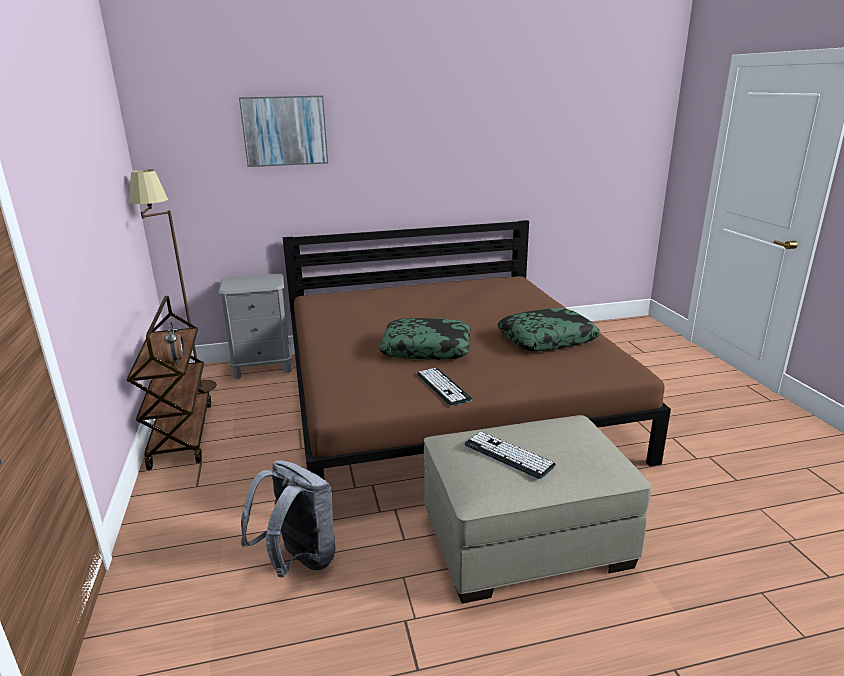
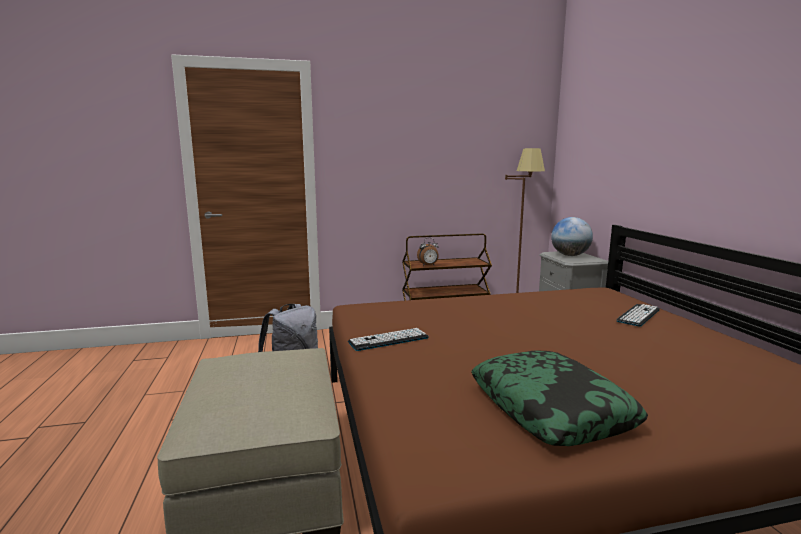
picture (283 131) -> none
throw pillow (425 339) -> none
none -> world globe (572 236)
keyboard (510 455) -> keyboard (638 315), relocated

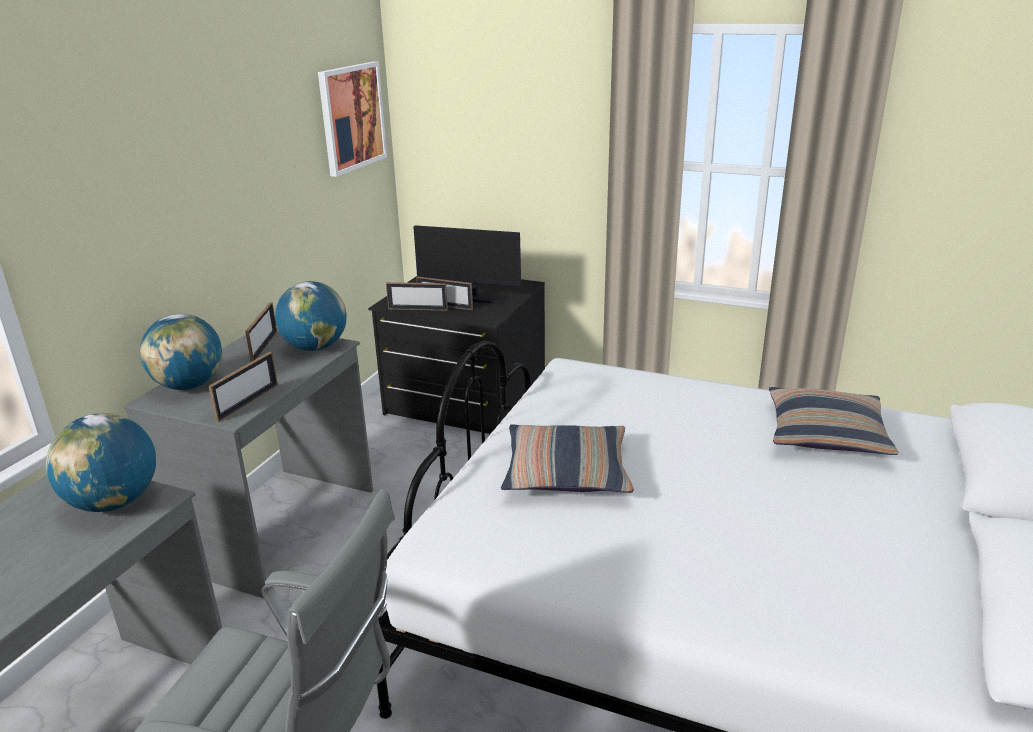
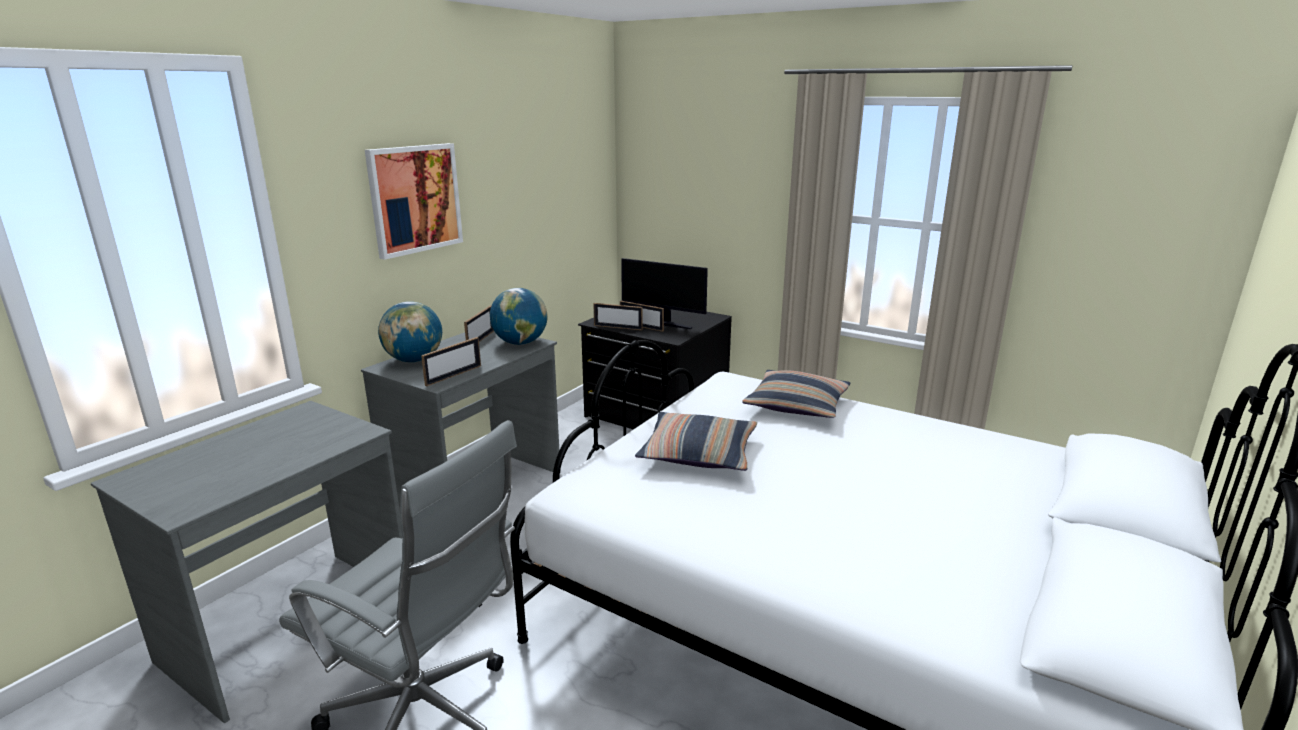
world globe (101 462) -> none
picture (352 119) -> picture (414 201), relocated
throw pillow (834 421) -> throw pillow (796 394), relocated

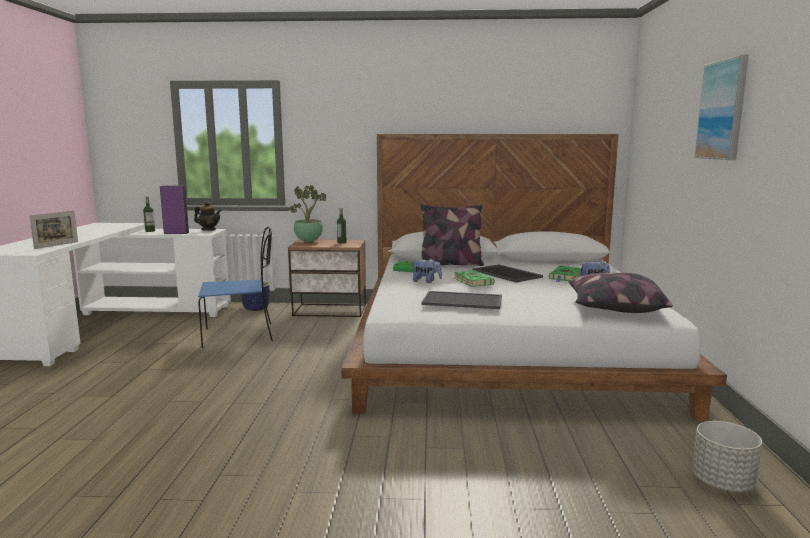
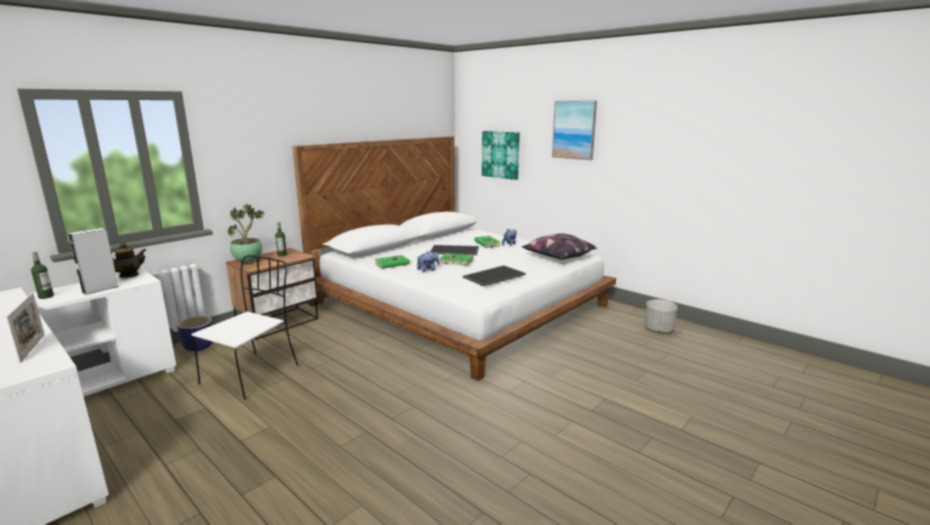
throw pillow (452 235) -> none
none -> picture (501 155)
purple-coloured speaker (175 210) -> grey speaker (93 261)
blue-coloured plain chair (235 287) -> white plain chair (245 327)

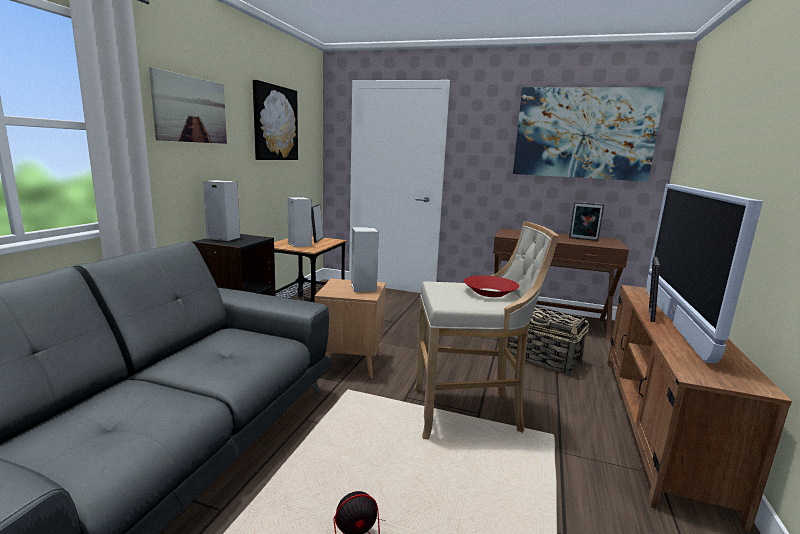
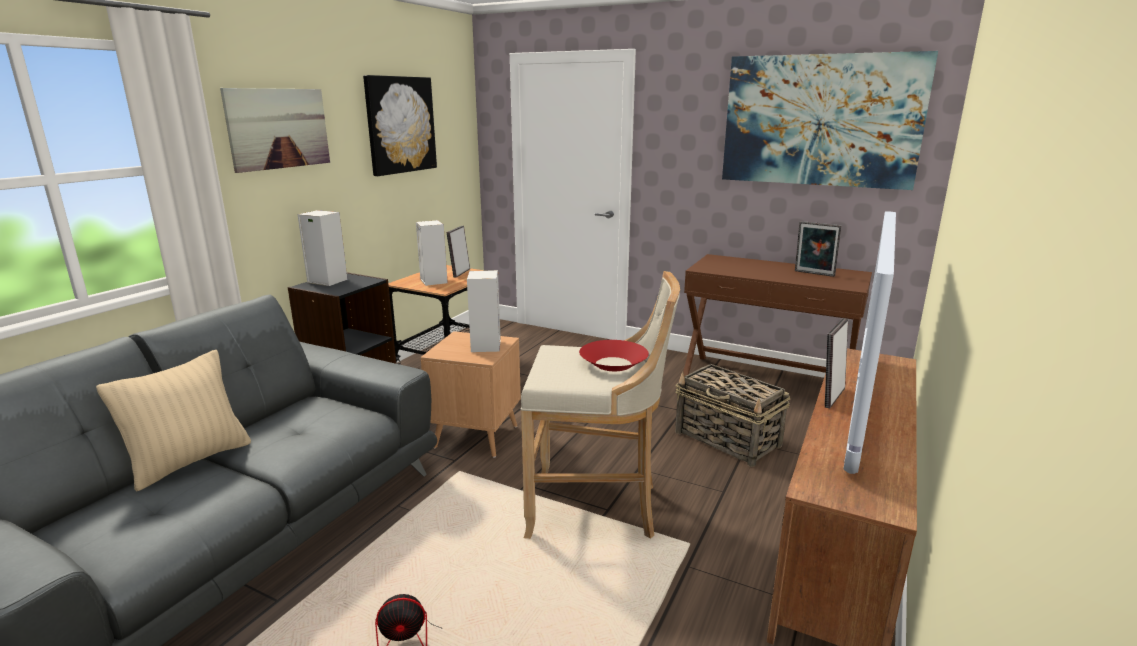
none -> beige-coloured throw pillow (173 421)

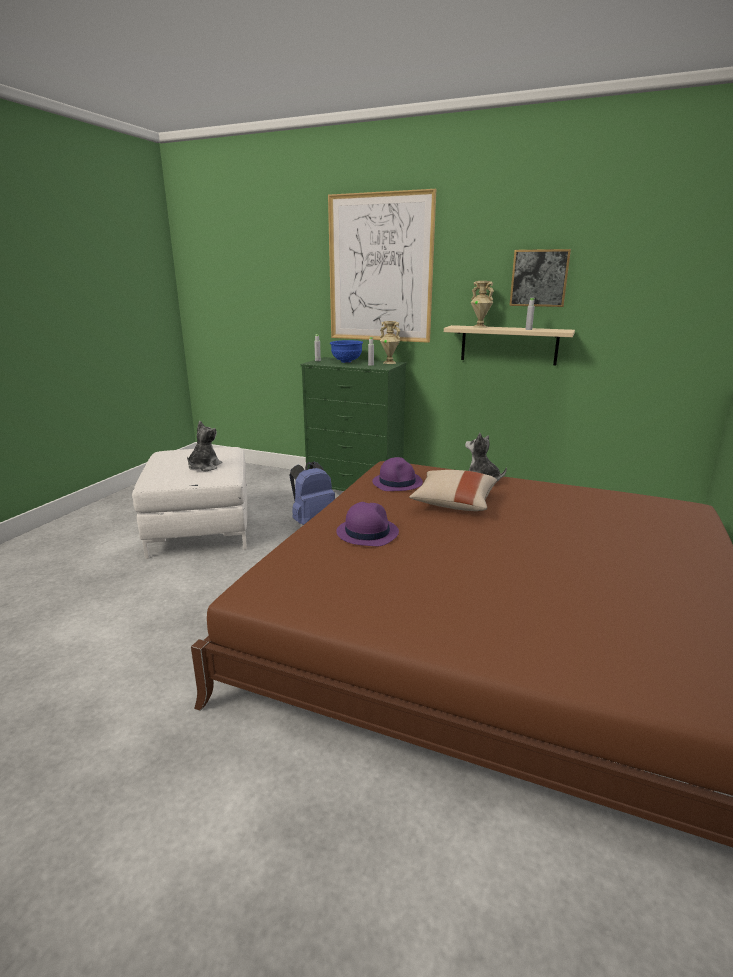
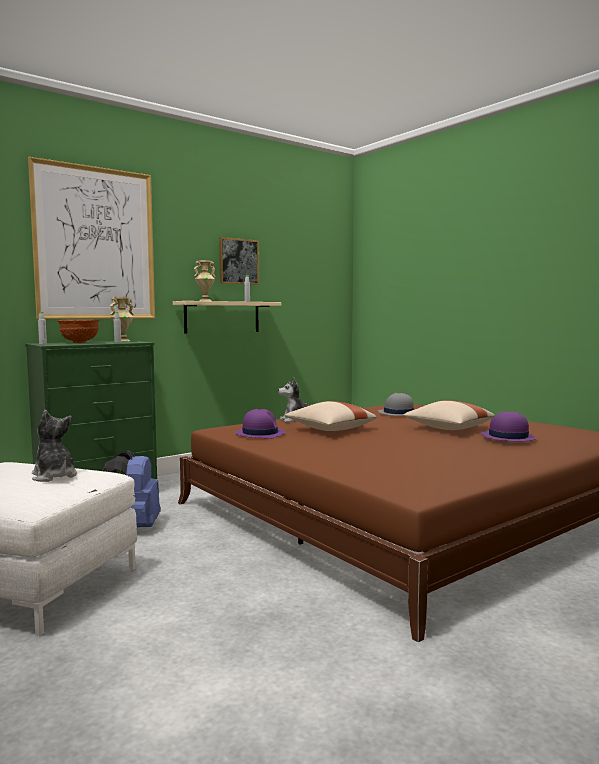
none -> grey clothing hat (396 404)
none -> beige-coloured throw pillow (449 415)
purple-coloured clothing hat (367 524) -> purple-coloured clothing hat (509 426), relocated
blue-coloured bowl (346 351) -> brownish bowl (78 331)

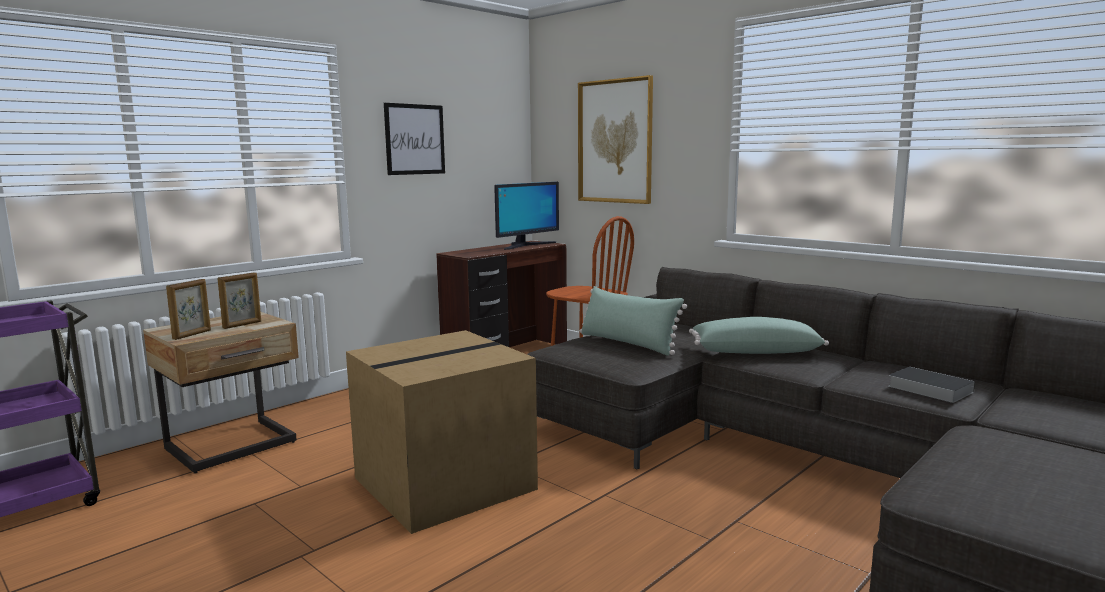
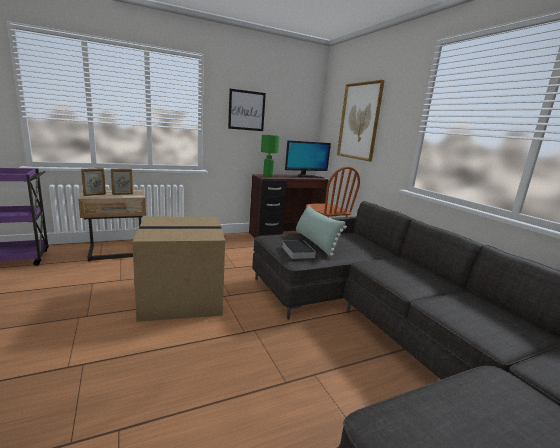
green throw pillow (759 335) -> none
none -> green table lamp (270 156)
bound book (931 385) -> bound book (299 249), relocated

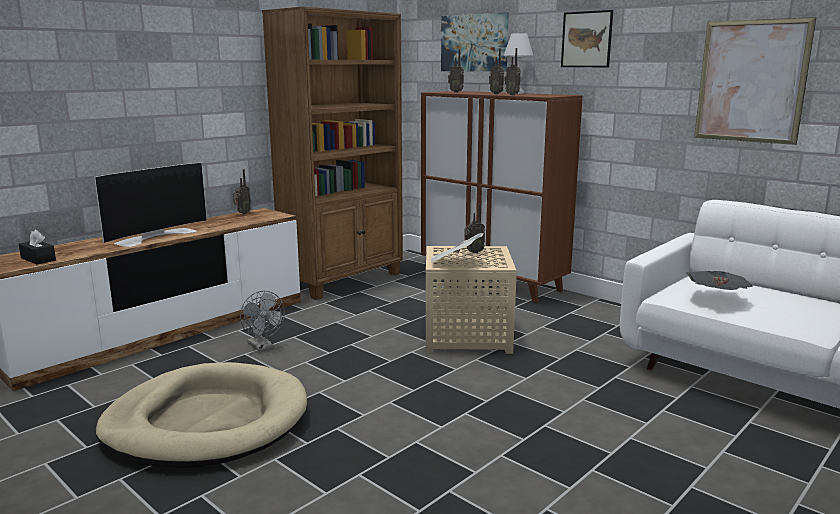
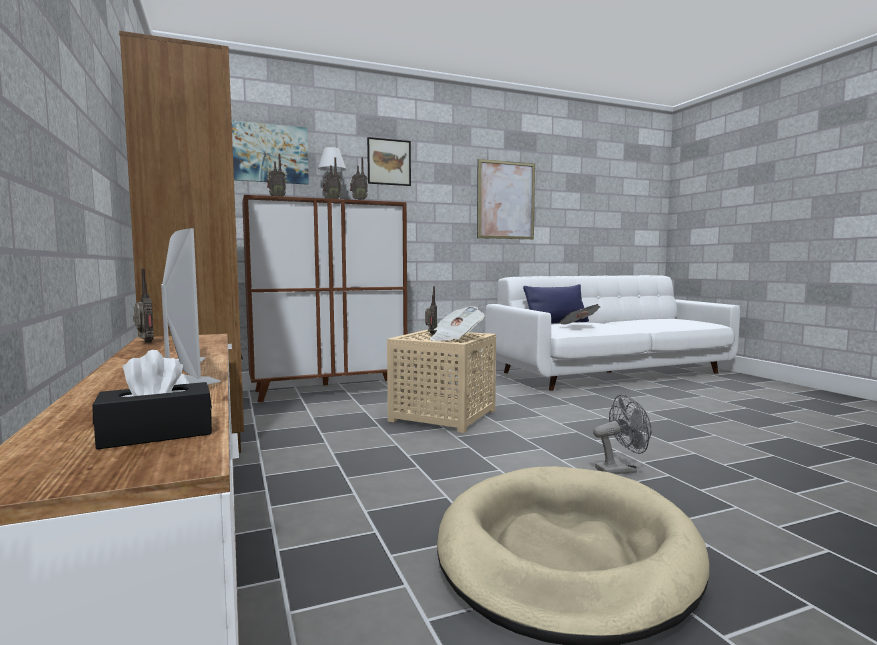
none -> blue-coloured throw pillow (556 303)
grey fan (262 321) -> grey fan (622 434), relocated

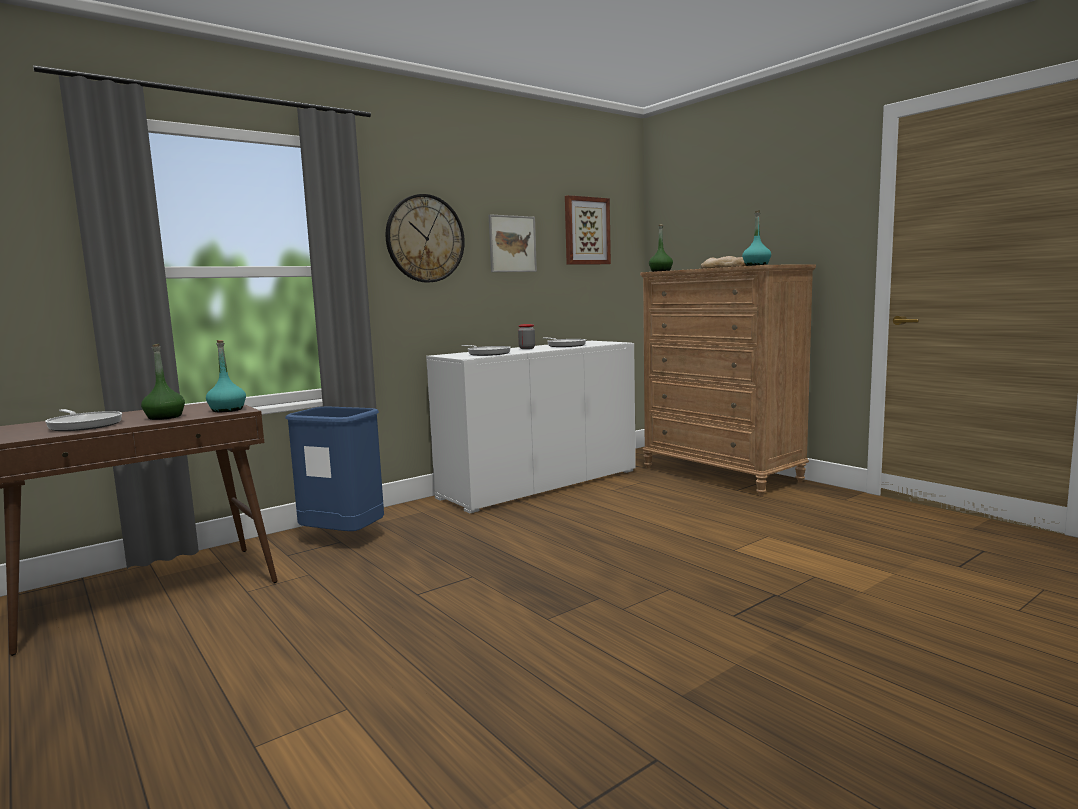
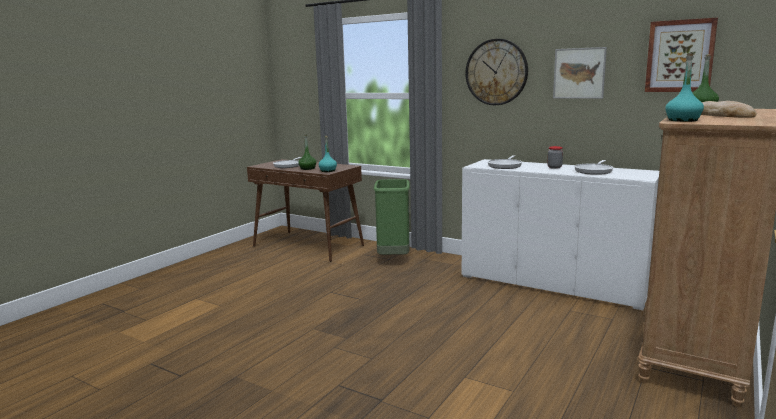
blue-coloured waste bin (334 469) -> green waste bin (392 217)

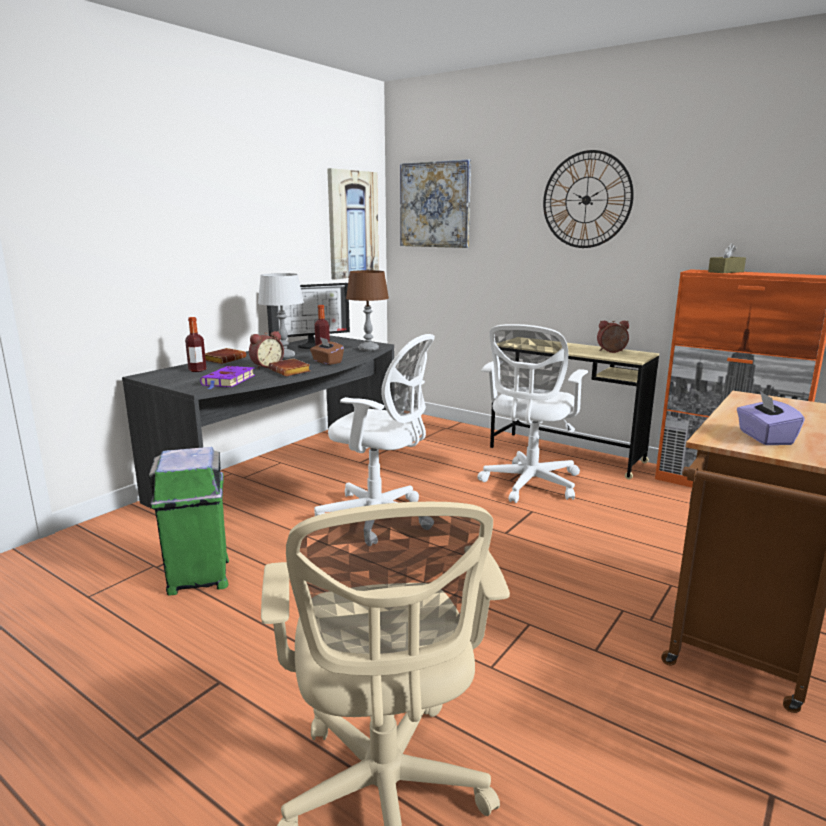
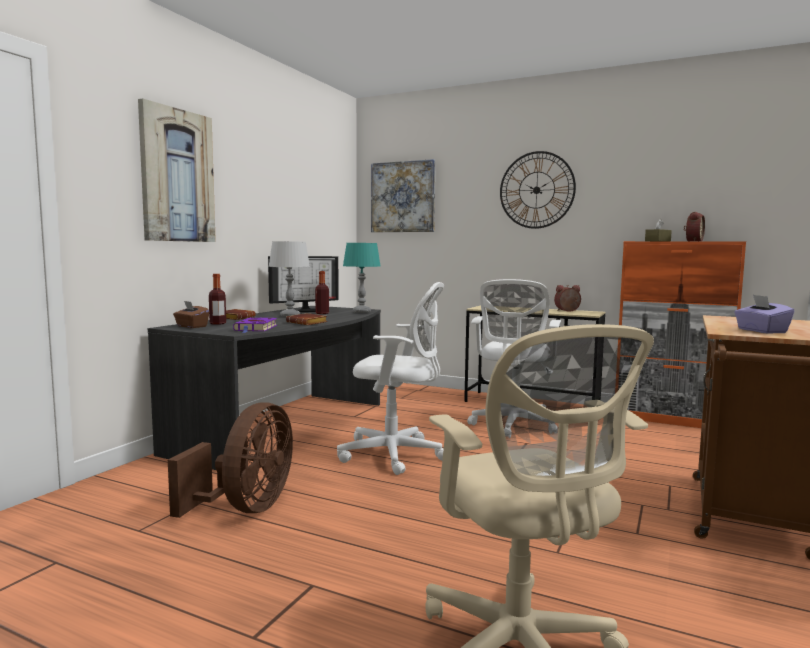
alarm clock (266 350) -> alarm clock (694 226), relocated
brownish box of tissues (327 351) -> brownish box of tissues (191 314), relocated
picture (353 224) -> picture (177 170), relocated
green waste bin (189 521) -> brownish fan (230 460)
brownish table lamp (367 310) -> turquoise-coloured table lamp (361 278)

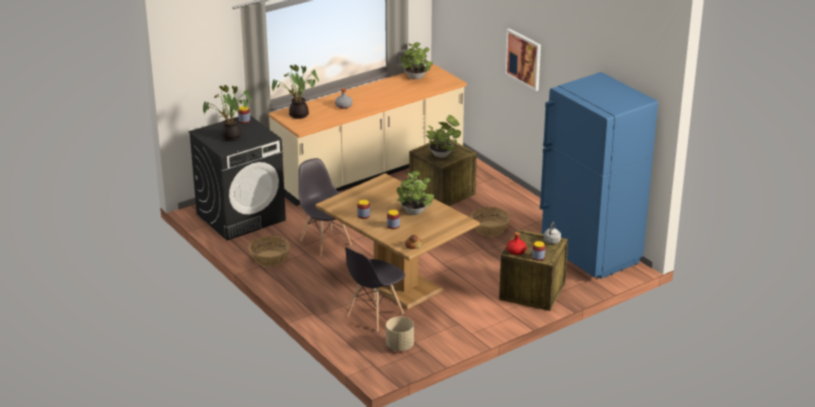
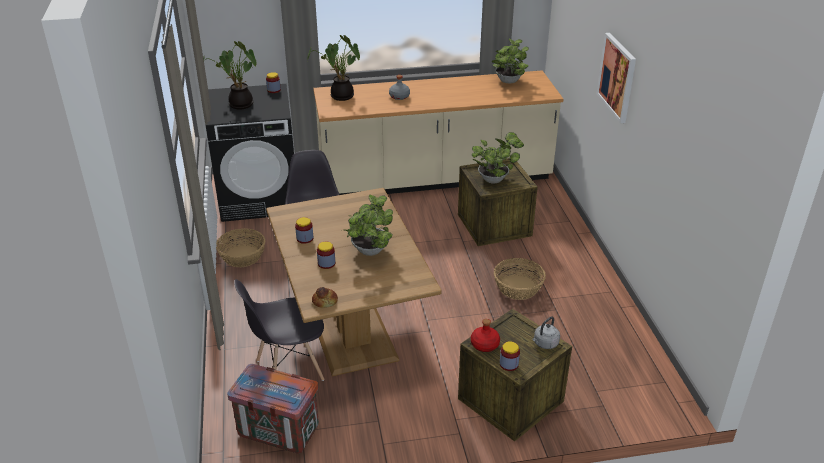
blue-coloured kitchen fridge (599 175) -> none
beige-coloured planter (400 334) -> packing crate (273 408)

